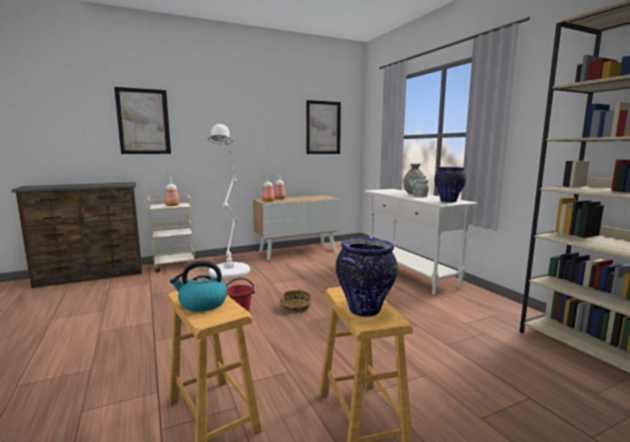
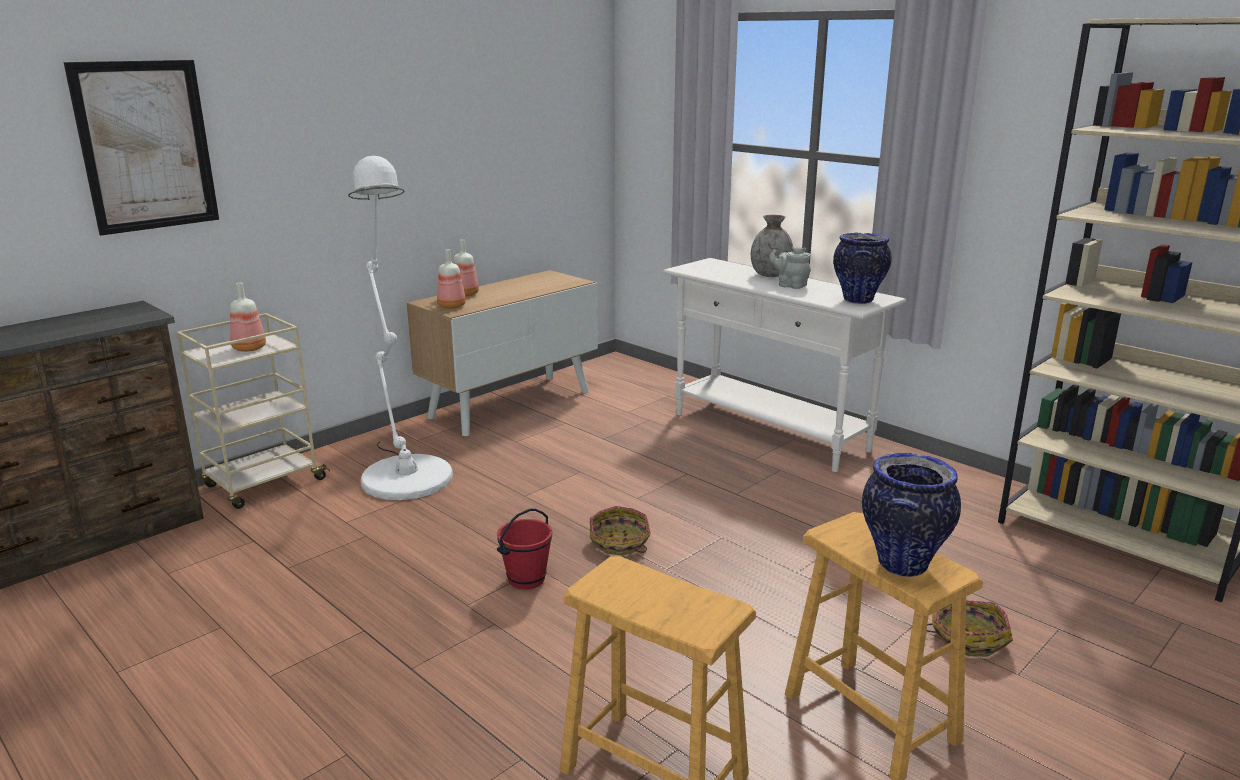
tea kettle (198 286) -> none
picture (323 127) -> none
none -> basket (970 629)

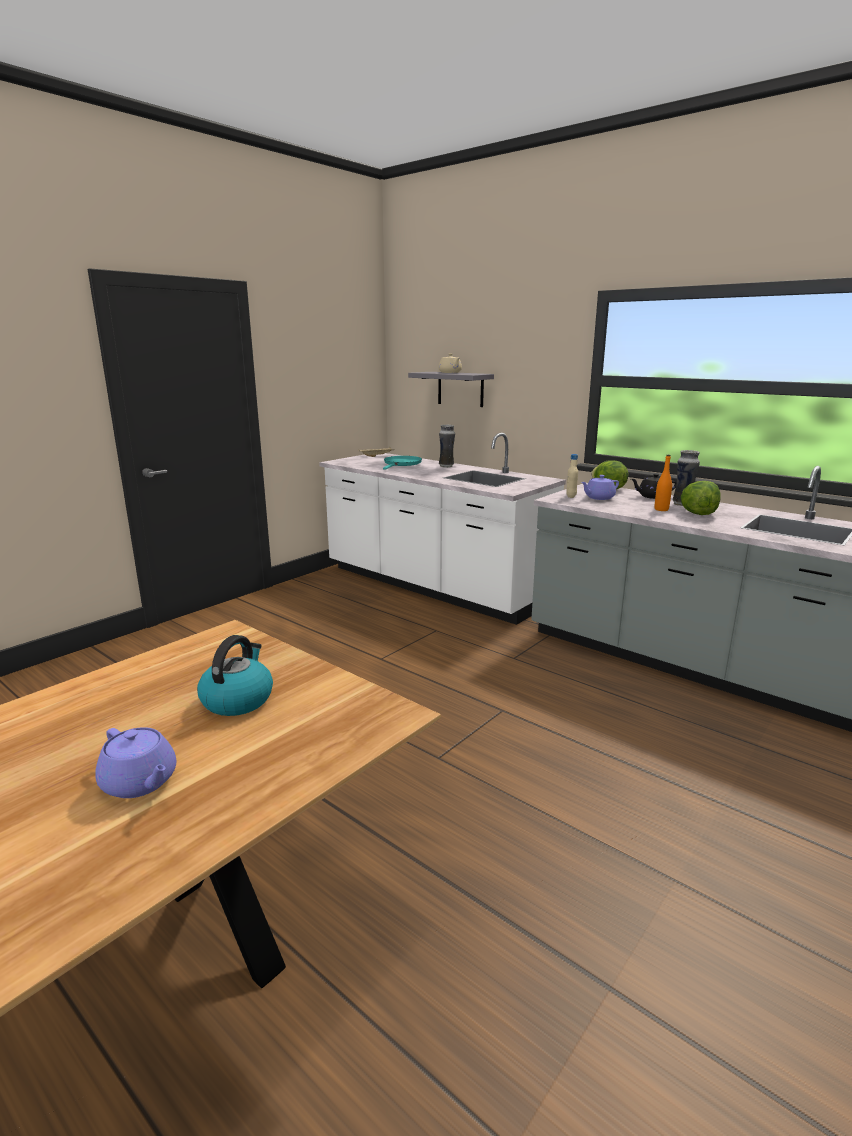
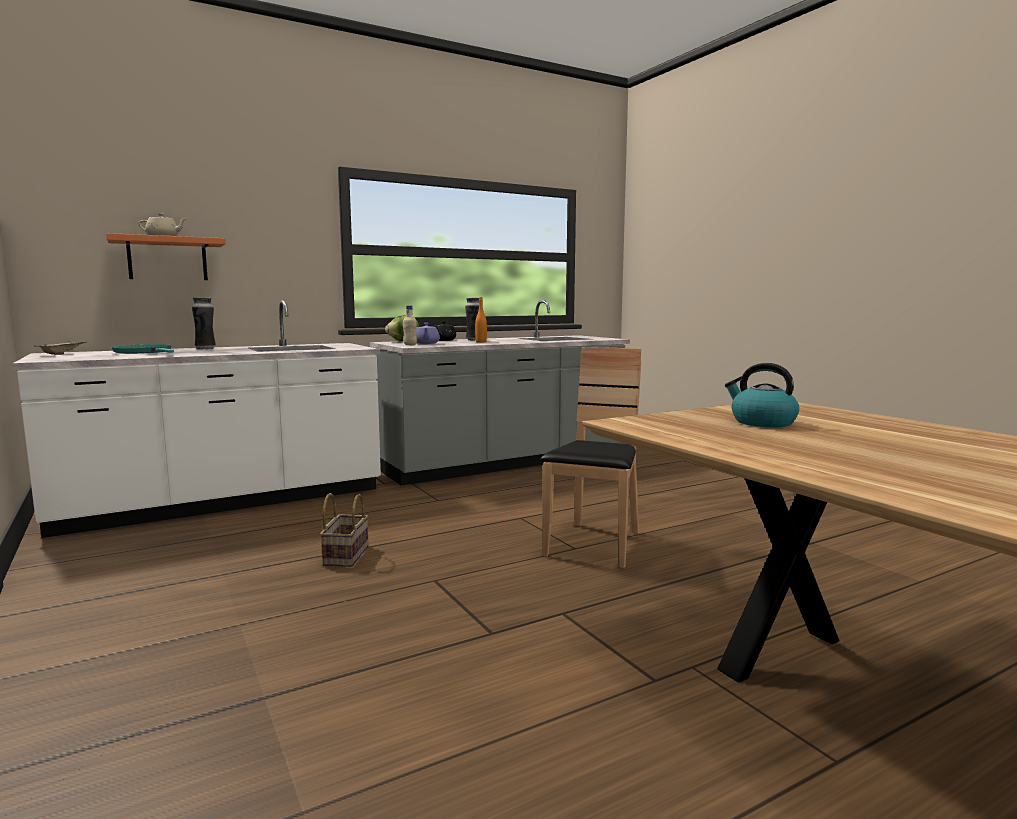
purple-coloured pot for tea (135 762) -> none
head of lettuce (701 498) -> none
none -> basket (344 530)
none -> brownish plain chair (590 457)
grey wall shelf (451 389) -> orange-coloured wall shelf (166 256)

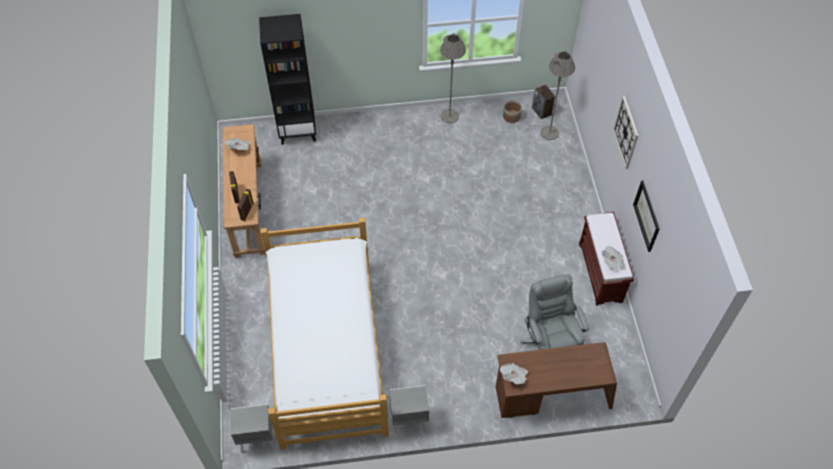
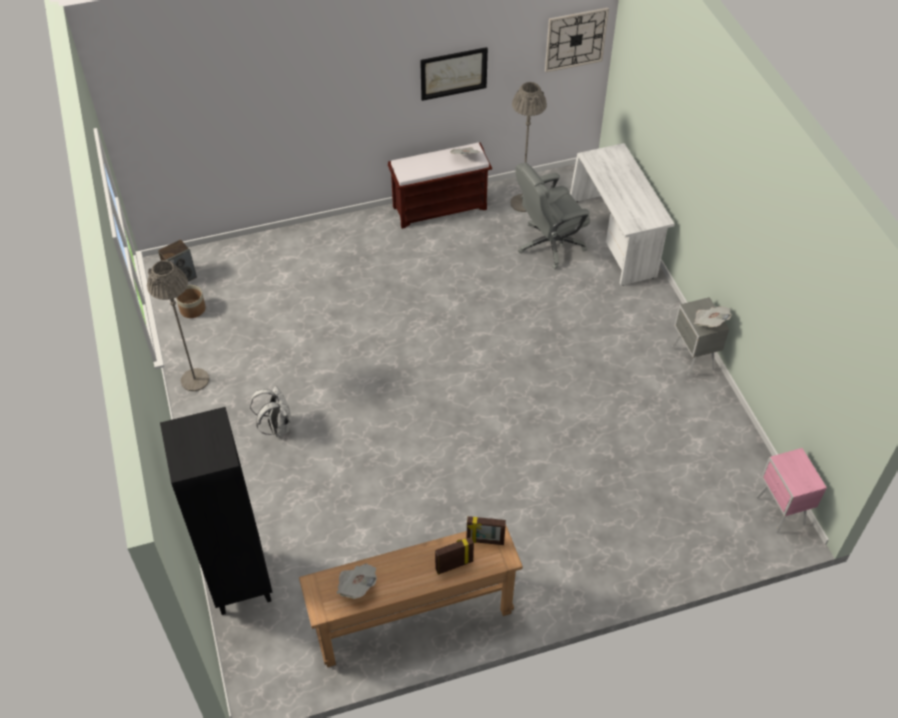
sleeping bed (325 334) -> none
none -> white backpack (270 411)
newspaper (514 373) -> newspaper (712 316), relocated
grey standing lamp (557 95) -> grey standing lamp (528 147), relocated
wall clock (625 132) -> wall clock (577 40), relocated
grey nightstand (253 428) -> pinkish nightstand (791 490)
brownish desk table (556 380) -> white desk table (622 214)

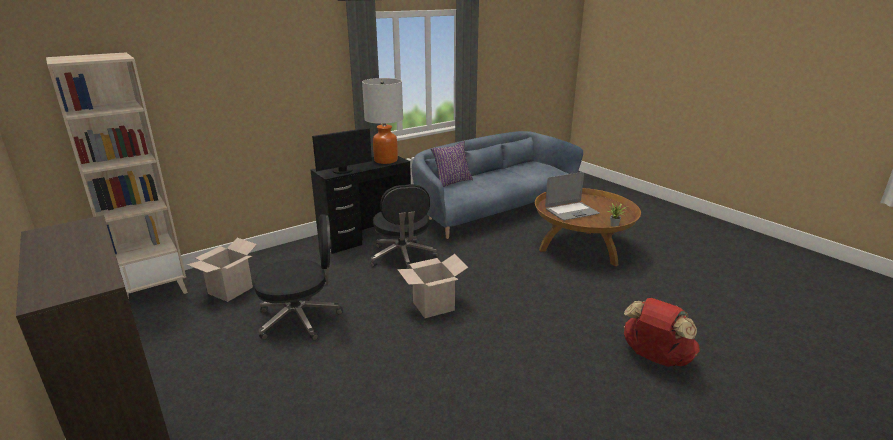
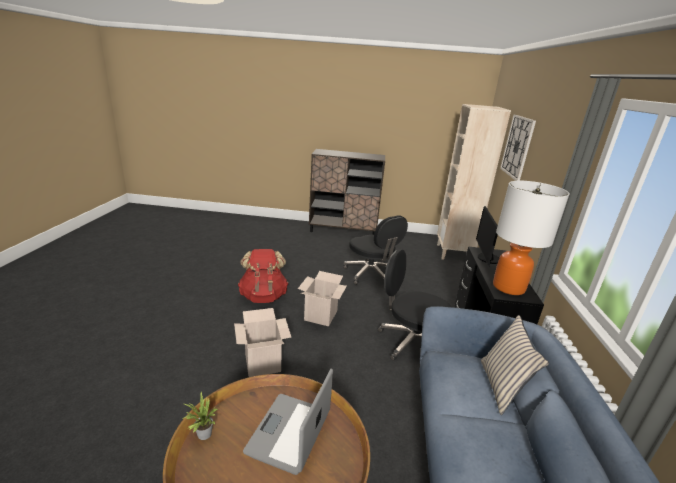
none -> wall clock (518 148)
packing box (221 270) -> packing box (262 342), relocated
reddish backpack (661 332) -> reddish backpack (263 276), relocated
purple-coloured throw pillow (452 164) -> beige-coloured throw pillow (515 365)
black-coloured desk chair (298 277) -> black-coloured desk chair (375 250), 60 degrees counterclockwise

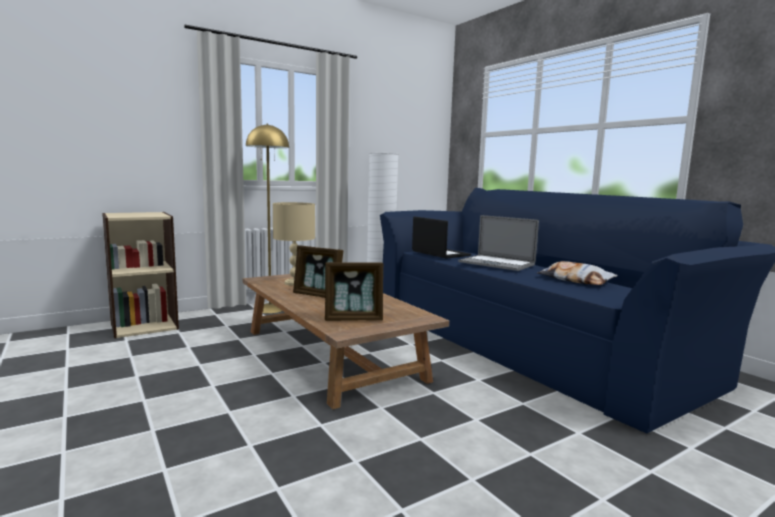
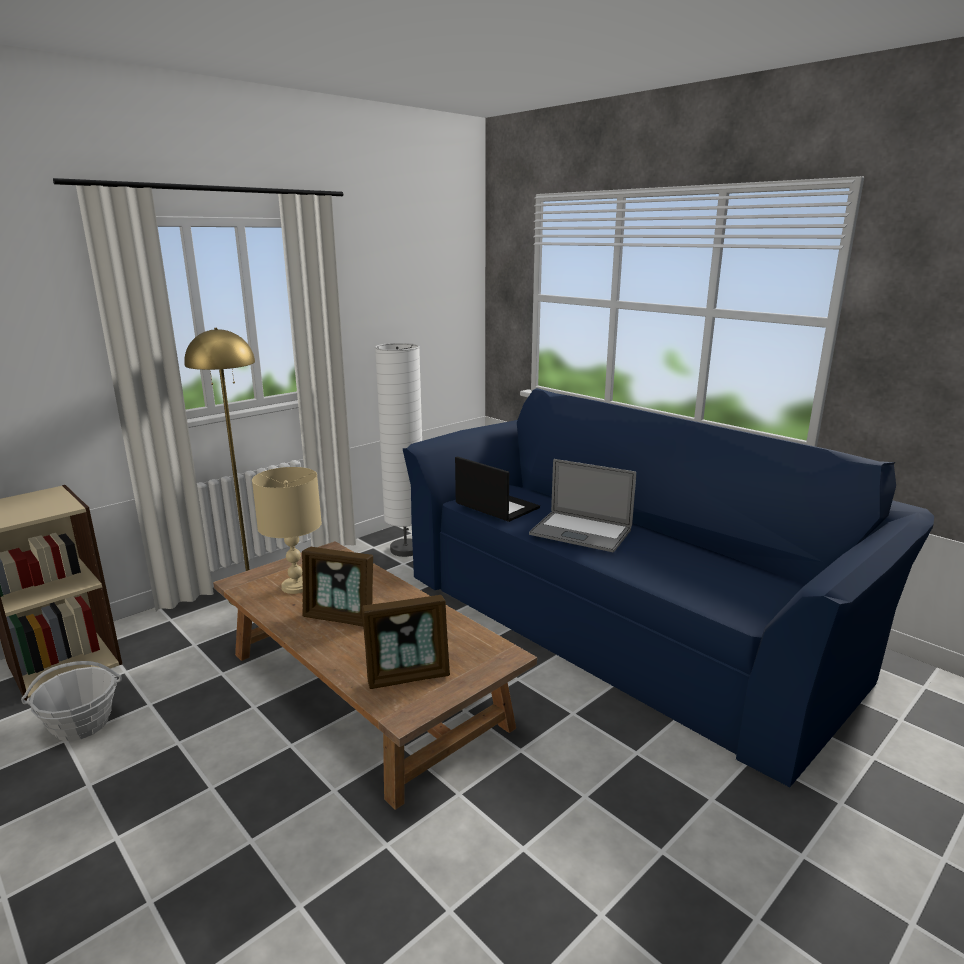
throw pillow (577 273) -> none
none -> basket (71 701)

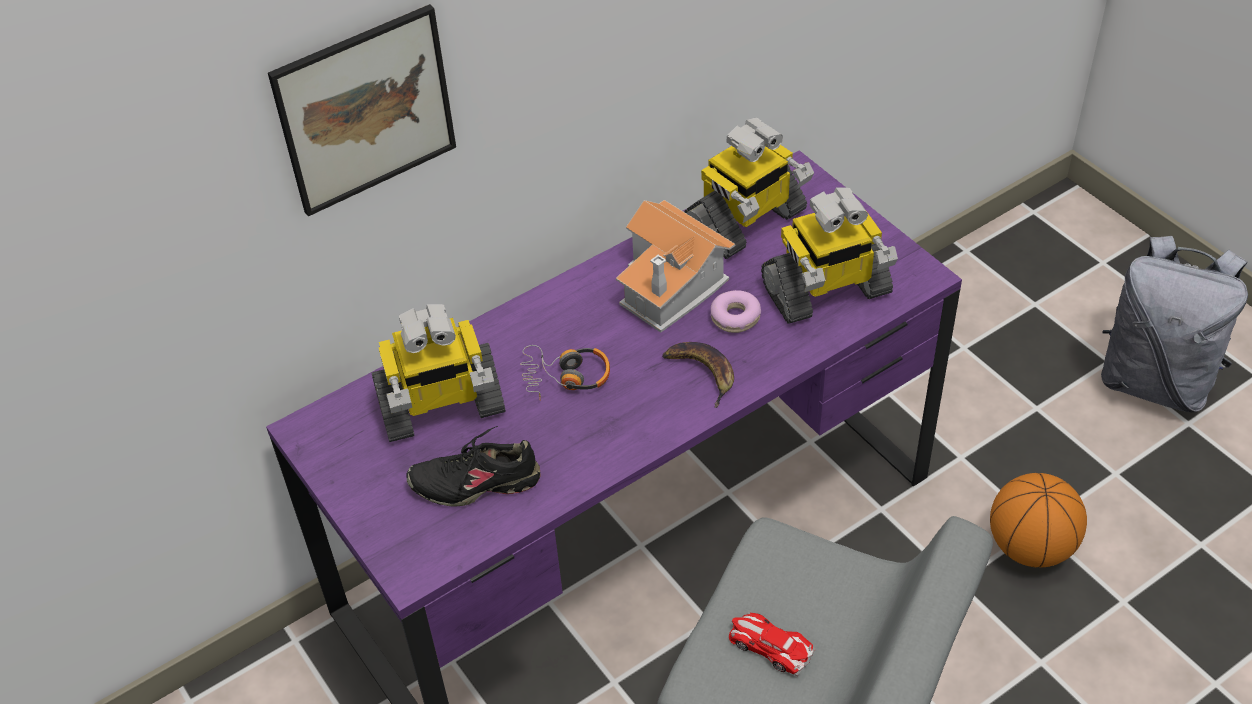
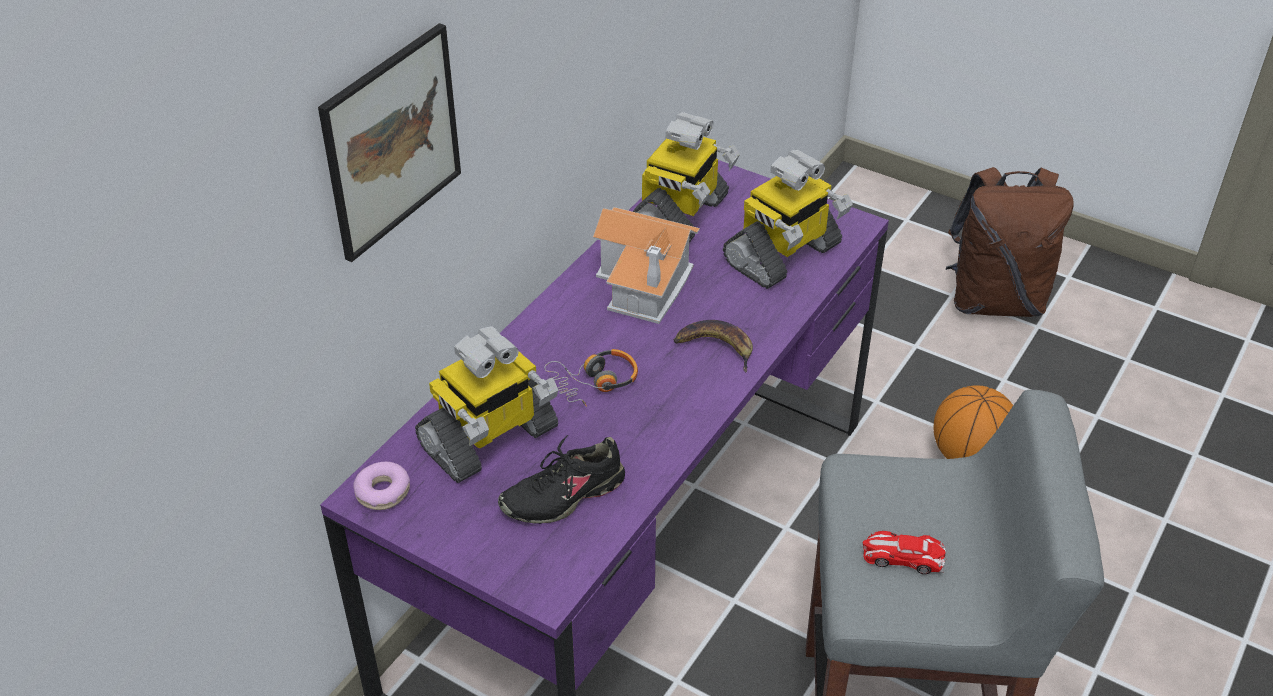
ring doughnut (736 311) -> ring doughnut (381 486), relocated
grey backpack (1174 324) -> brownish backpack (1010 242)

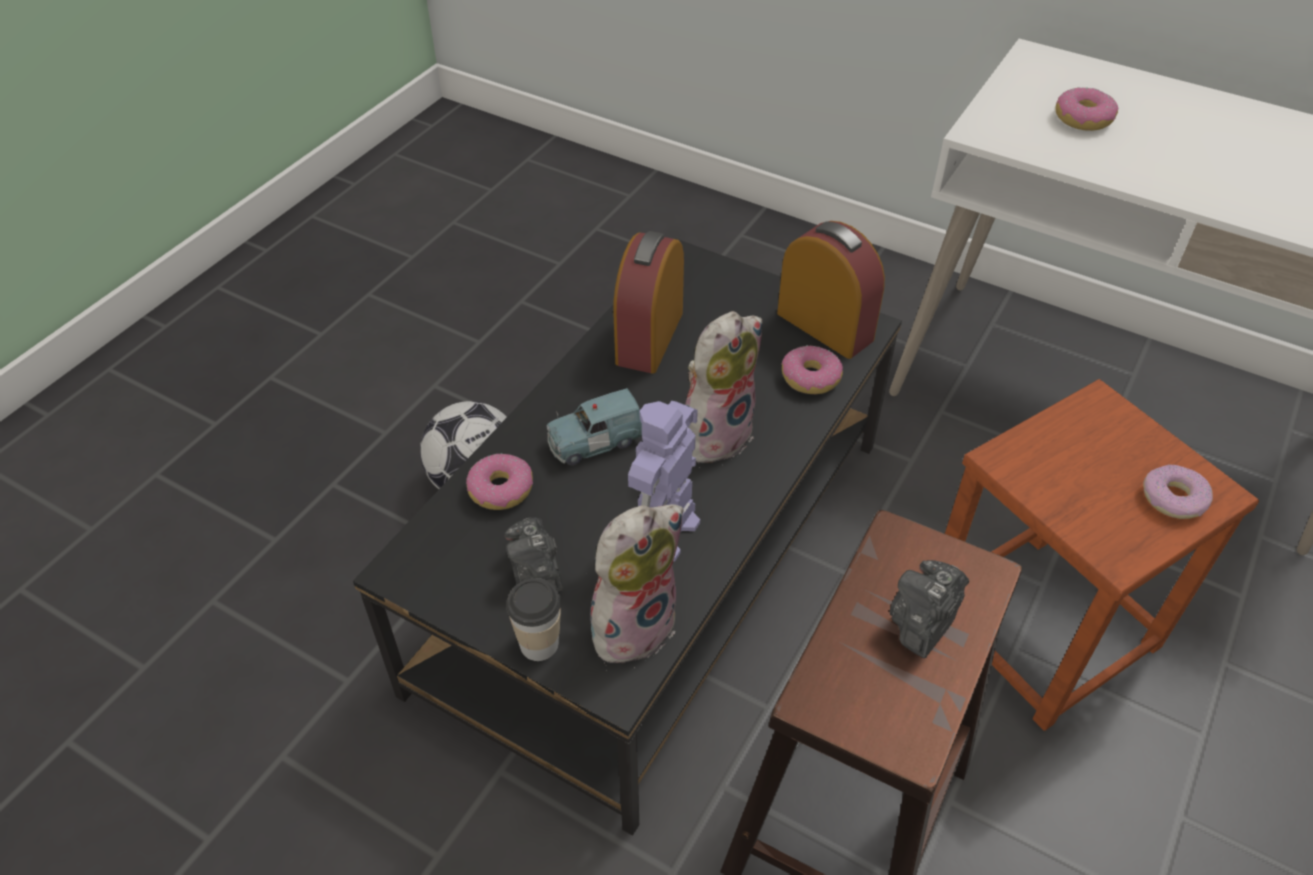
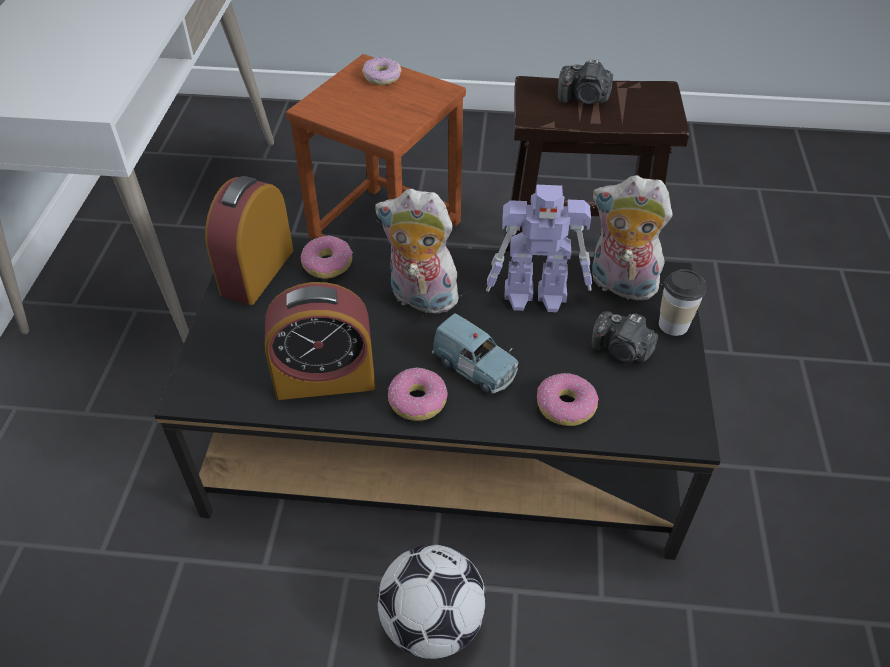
ring doughnut (1086 109) -> ring doughnut (418 394), relocated
still camera (534 554) -> still camera (625 337), 75 degrees clockwise

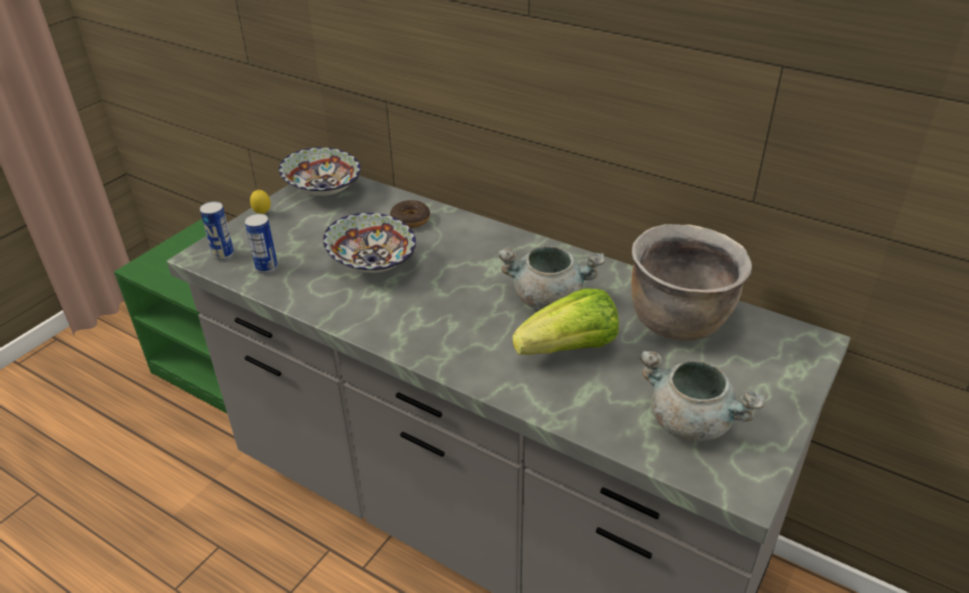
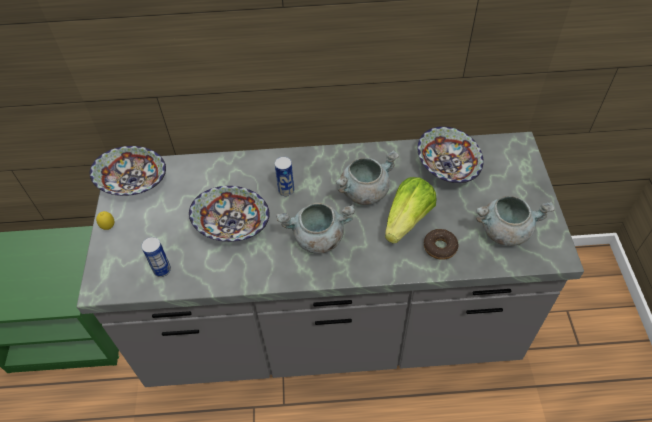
none -> grey cooking pot (315 228)
can (217 231) -> can (284 176), relocated
ring doughnut (410 214) -> ring doughnut (441 244), relocated
brownish cooking pot (691 282) -> bowl (450 154)

